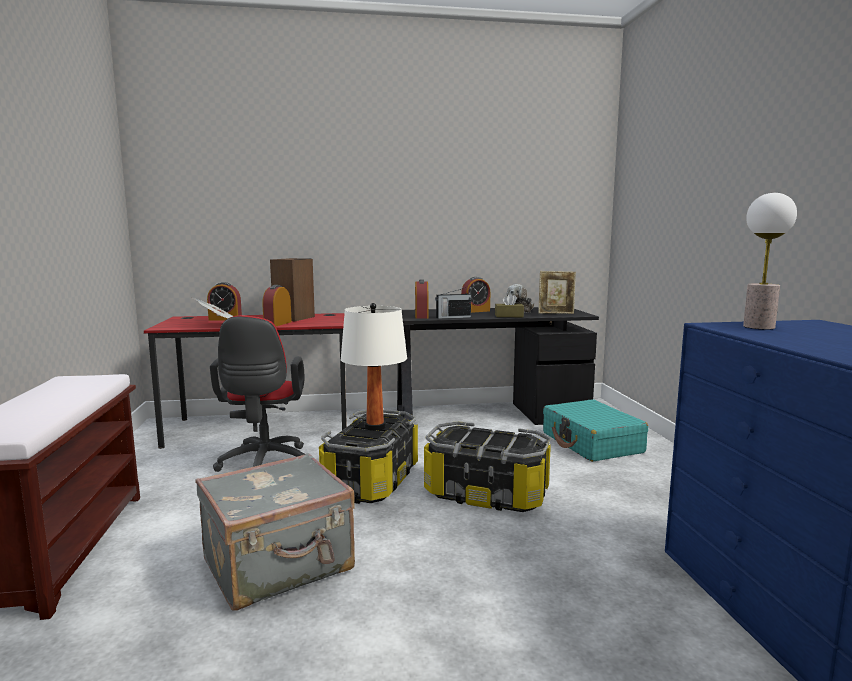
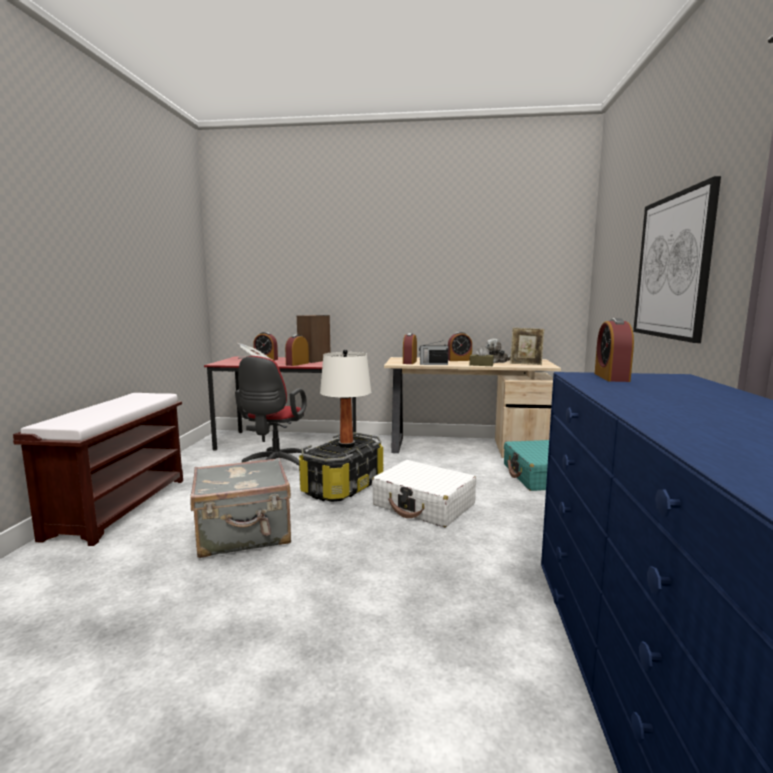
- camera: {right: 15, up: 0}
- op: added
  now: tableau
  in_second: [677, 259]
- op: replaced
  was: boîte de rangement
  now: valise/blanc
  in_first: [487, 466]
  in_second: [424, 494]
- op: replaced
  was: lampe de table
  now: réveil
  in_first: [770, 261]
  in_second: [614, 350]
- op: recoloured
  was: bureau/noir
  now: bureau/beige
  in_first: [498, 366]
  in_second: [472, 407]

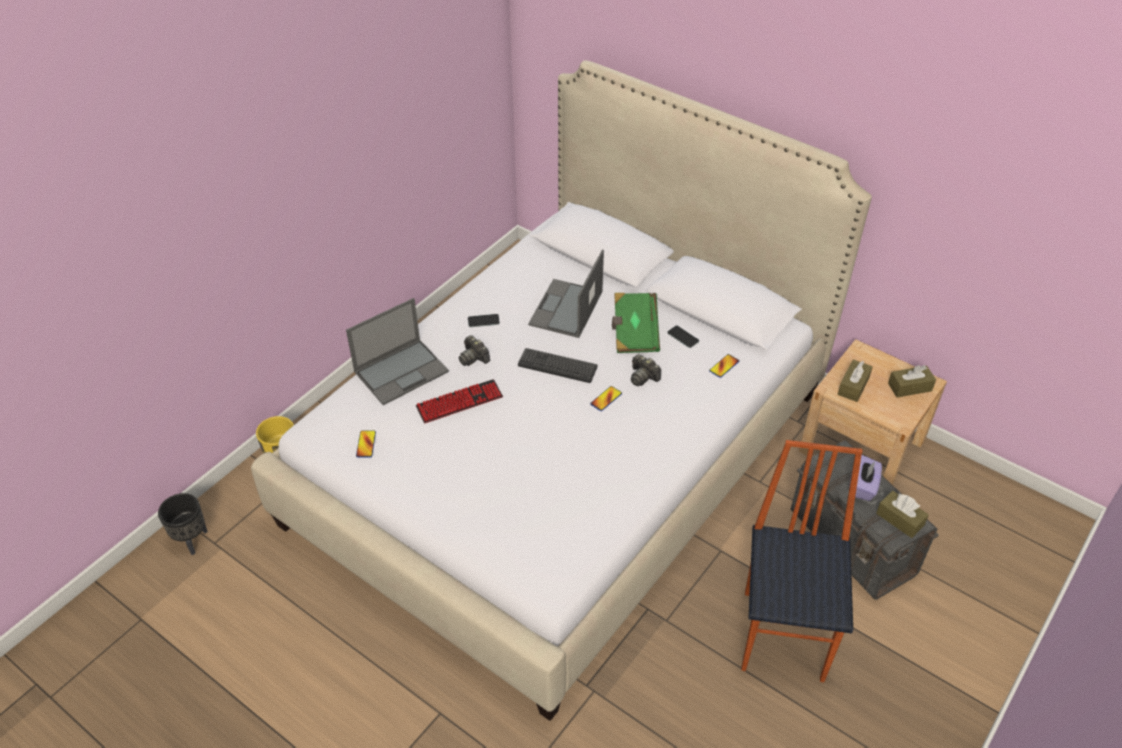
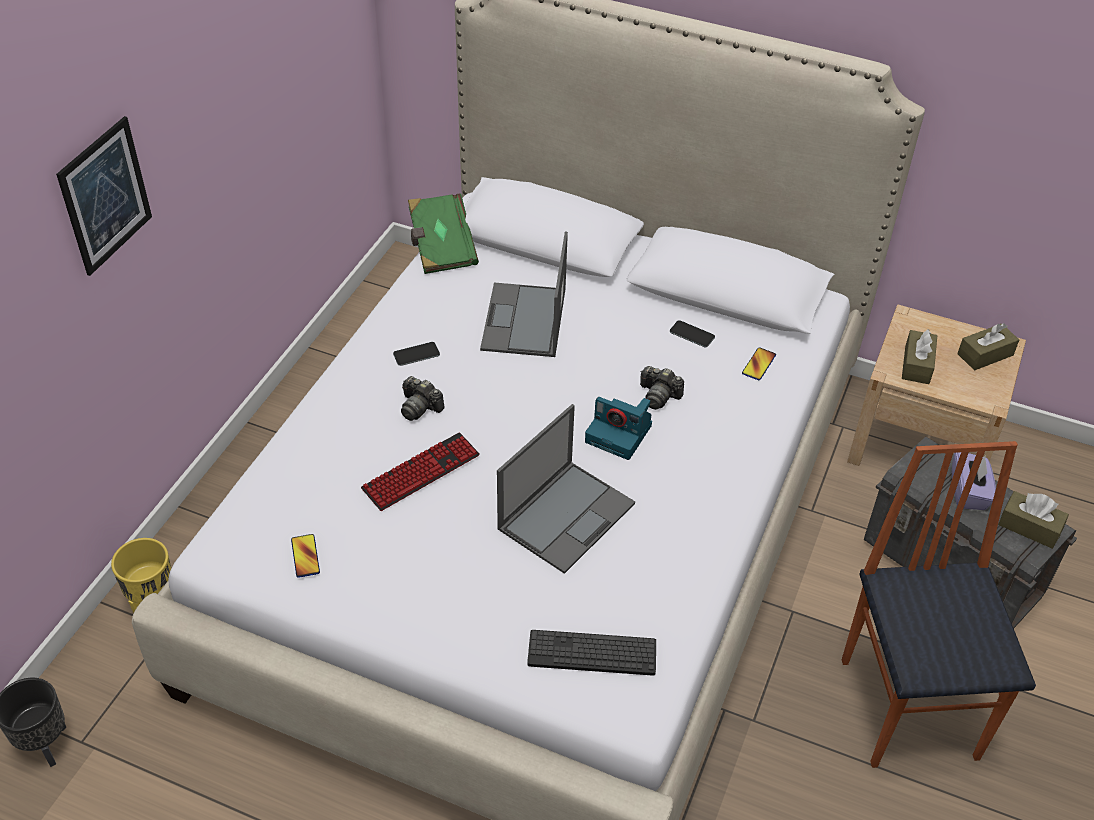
- camera: {right: -15, up: 0}
- op: added
  now: tableau
  in_second: [104, 196]
- op: moved
  was: ordinateur portable
  in_first: [397, 351]
  in_second: [566, 489]
- op: moved
  was: clavier
  in_first: [557, 365]
  in_second: [591, 653]
- op: moved
  was: livre/vert
  in_first: [636, 323]
  in_second: [443, 233]
- op: replaced
  was: téléphone
  now: appareil photo
  in_first: [606, 398]
  in_second: [618, 428]

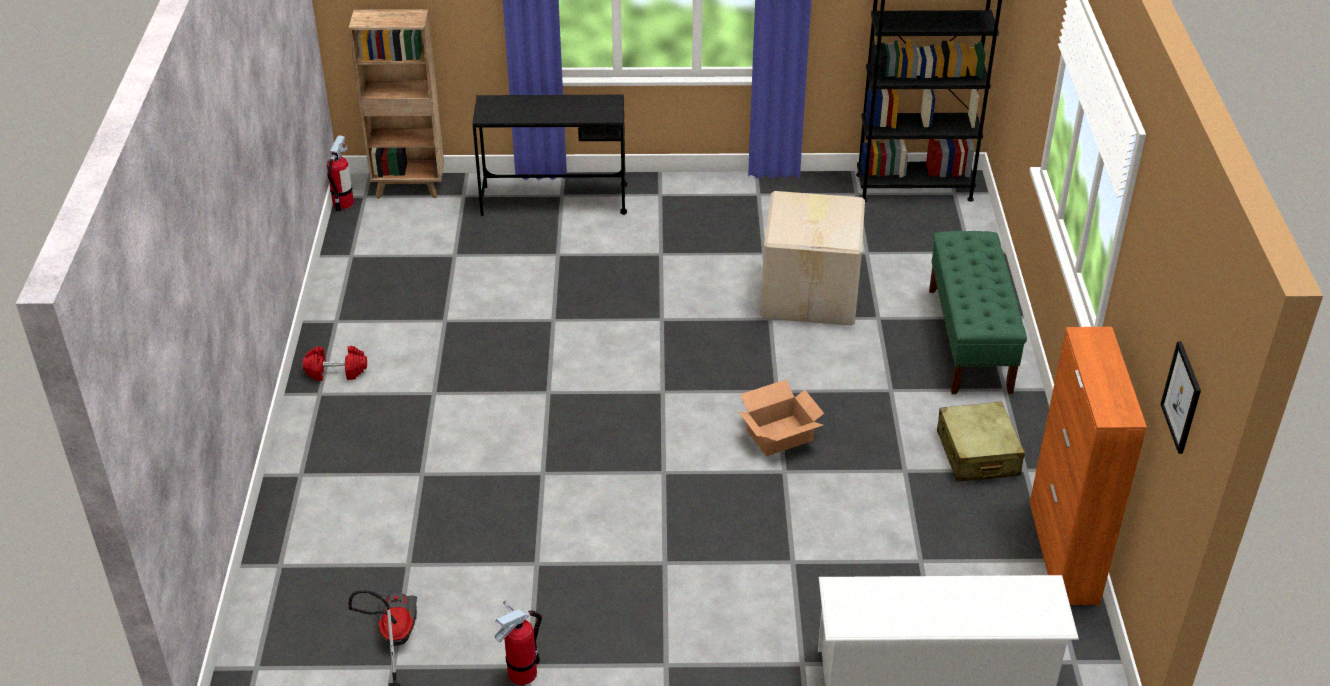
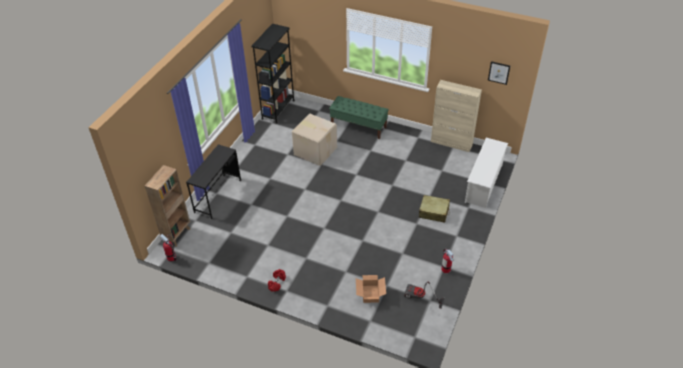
- camera: {right: -65, up: 5}
- op: moved
  was: carton
  in_first: [781, 418]
  in_second: [371, 289]
- op: moved
  was: valise/beige
  in_first: [981, 441]
  in_second: [434, 209]
- op: recoloured
  was: meuble de rangement/orange
  now: meuble de rangement/beige
  in_first: [1088, 466]
  in_second: [456, 116]

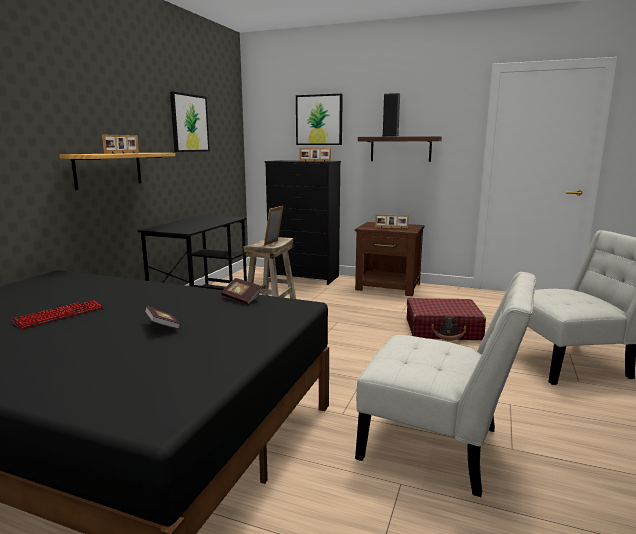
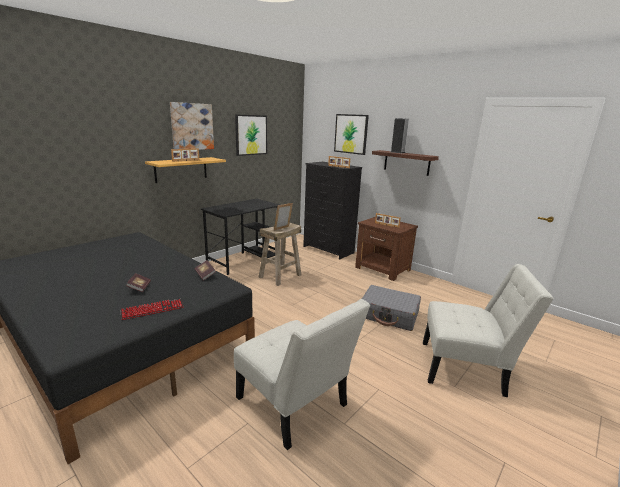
- camera: {right: 20, up: 5}
- op: added
  now: tableau
  in_second: [192, 126]
- op: moved
  was: clavier
  in_first: [58, 314]
  in_second: [152, 309]
- op: recoloured
  was: valise/rouge
  now: valise/gris
  in_first: [446, 319]
  in_second: [391, 308]

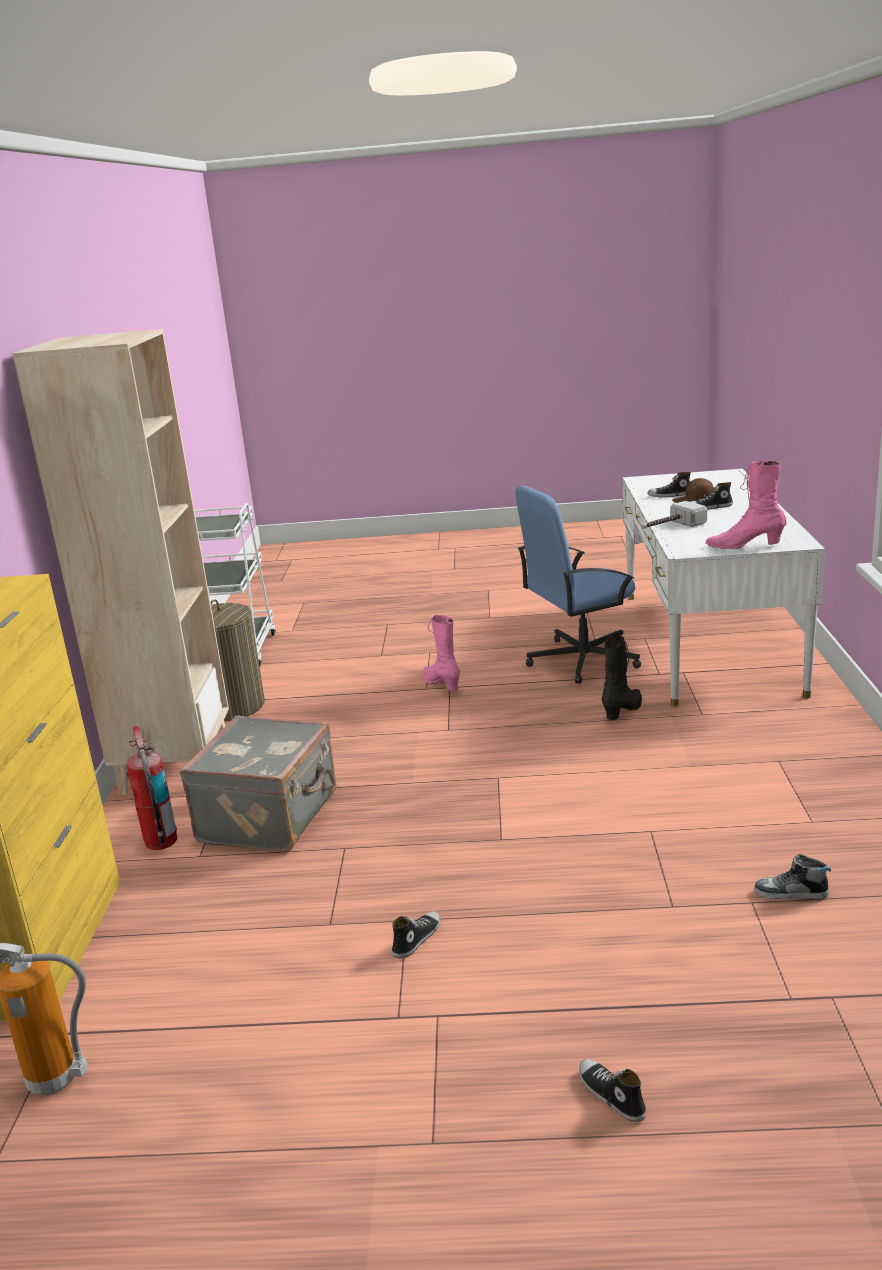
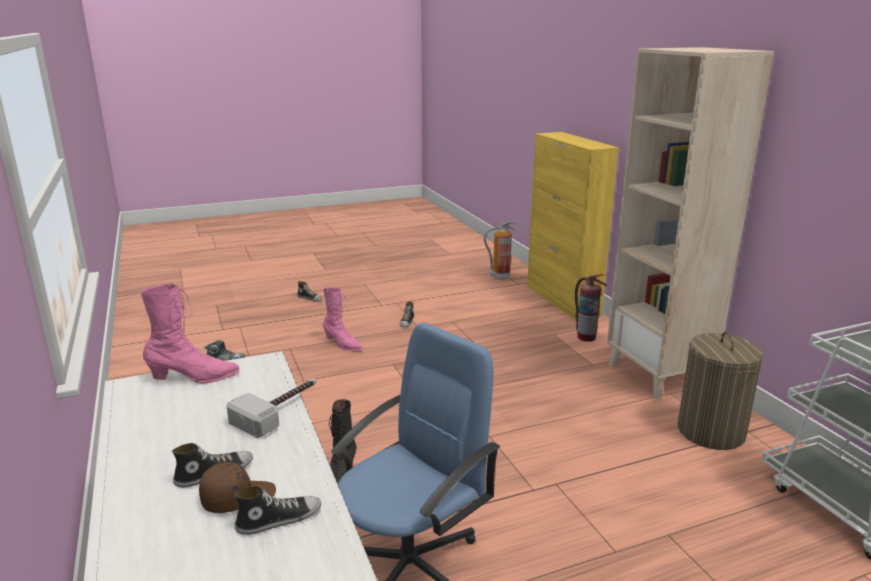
- camera: {right: 155, up: 0}
- op: removed
  was: valise/gris
  in_first: [257, 783]
- op: moved
  was: botte/rose
  in_first: [441, 653]
  in_second: [342, 319]

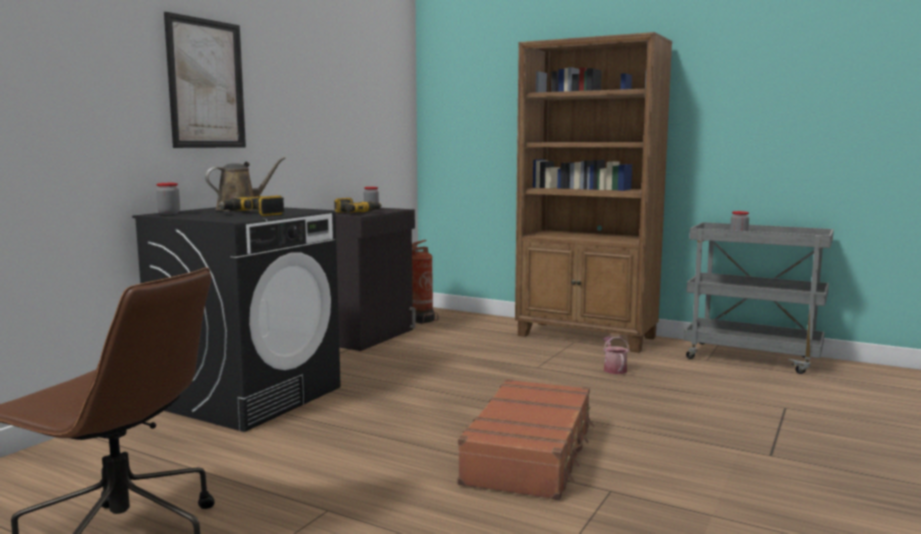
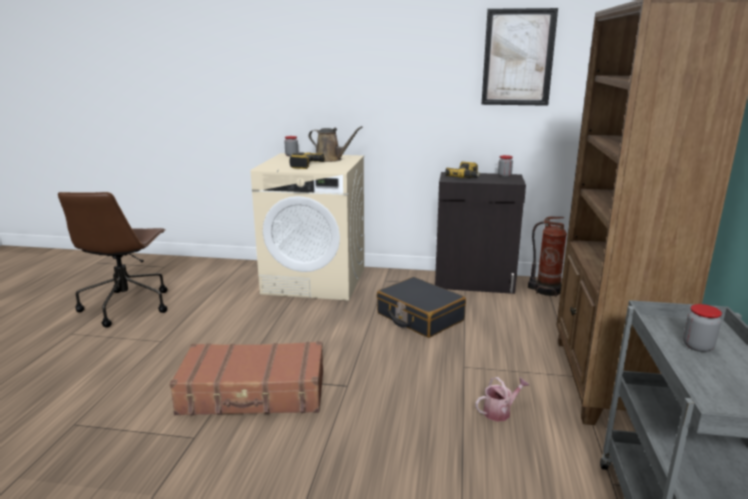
- camera: {right: 70, up: 10}
- op: added
  now: valise/noir
  in_second: [421, 307]
- op: moved
  was: tableau
  in_first: [205, 80]
  in_second: [520, 57]
- op: recoloured
  was: lave-linge/noir
  now: lave-linge/beige
  in_first: [236, 319]
  in_second: [307, 227]

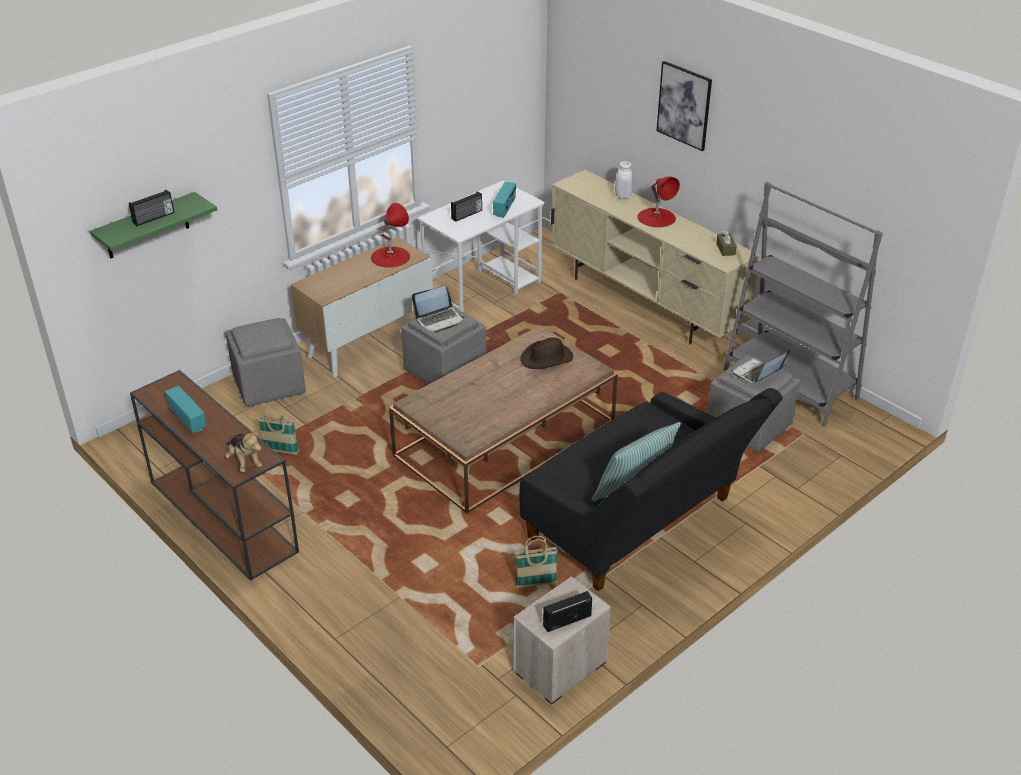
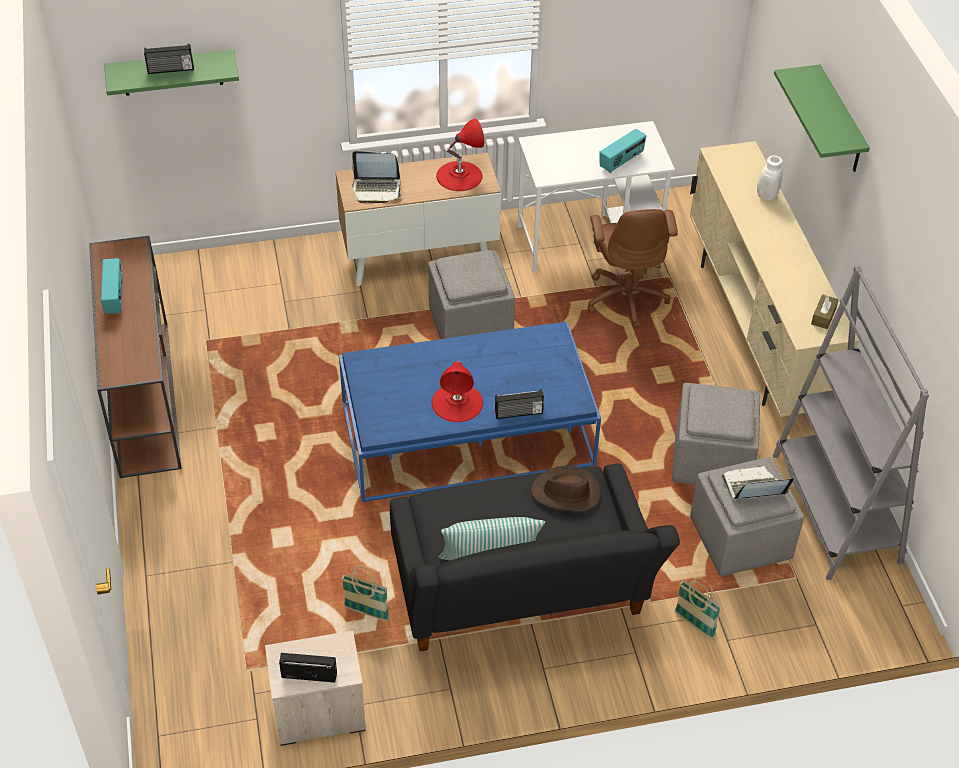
- camera: {right: 30, up: 10}
- op: removed
  was: peluche
  in_first: [243, 451]
- op: added
  now: chaise de bureau/marron
  in_second: [633, 268]
- op: moved
  was: pouf/gris
  in_first: [266, 362]
  in_second: [716, 434]
- op: moved
  was: panier
  in_first: [278, 429]
  in_second: [698, 608]
- op: moved
  was: ordinateur portable
  in_first: [438, 309]
  in_second: [377, 177]
- op: moved
  was: radio
  in_first: [466, 206]
  in_second: [519, 404]
- op: moved
  was: chapeau/marron
  in_first: [546, 353]
  in_second: [566, 489]
- op: moved
  was: lampe de table/rouge
  in_first: [658, 202]
  in_second: [457, 391]
- op: replaced
  was: tableau
  now: étagère/vert
  in_first: [684, 106]
  in_second: [822, 118]
- op: recoloured
  was: table basse/marron
  now: table basse/bleu
  in_first: [503, 419]
  in_second: [470, 412]

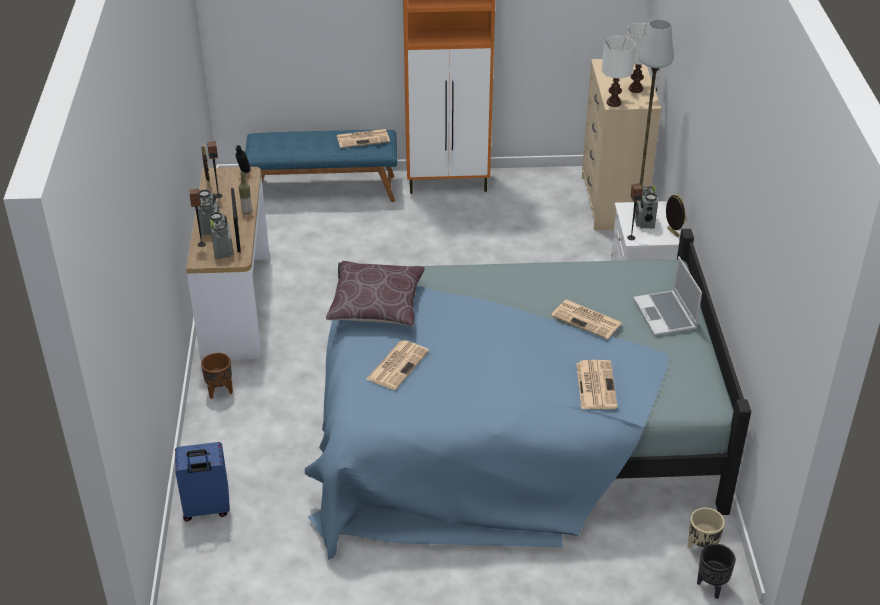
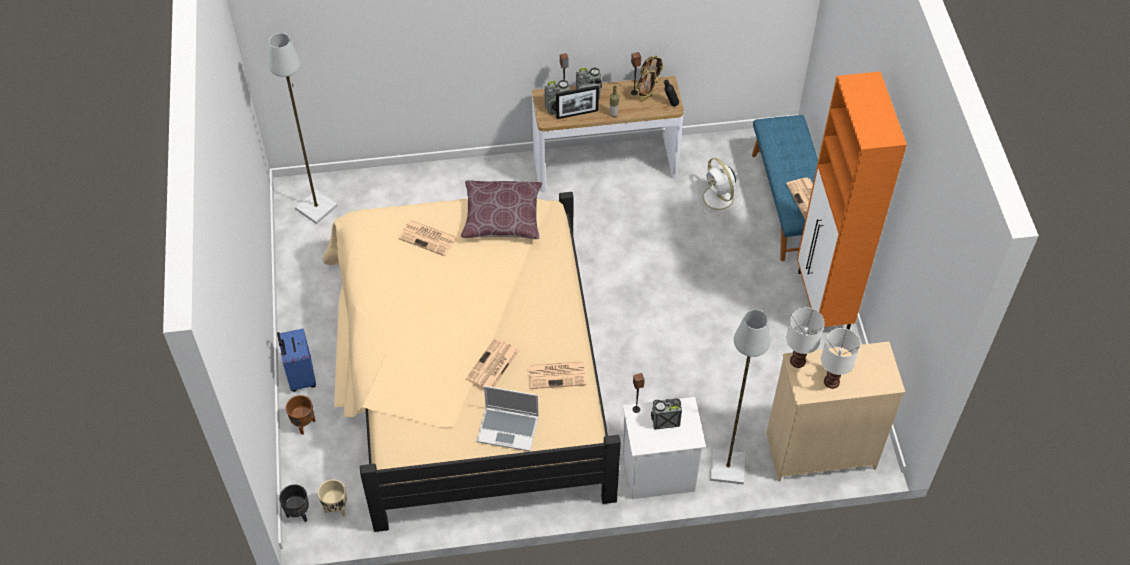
- camera: {right: 85, up: 15}
- op: added
  now: lampadaire/gris
  in_second: [303, 128]
- op: added
  now: ventilateur/blanc
  in_second: [719, 187]
- op: moved
  was: valise/bleu
  in_first: [202, 481]
  in_second: [296, 360]
- op: moved
  was: cache-pot/marron
  in_first: [217, 375]
  in_second: [300, 415]
- op: moved
  was: journal
  in_first: [597, 384]
  in_second: [557, 375]
- op: moved
  was: cadre photo
  in_first: [676, 215]
  in_second: [647, 86]
- op: recoloured
  was: lit/bleu
  now: lit/beige
  in_first: [528, 394]
  in_second: [472, 362]
- op: turned
  was: ordinateur portable
  in_first: [667, 296]
  in_second: [508, 418]
  clockwise: -150

